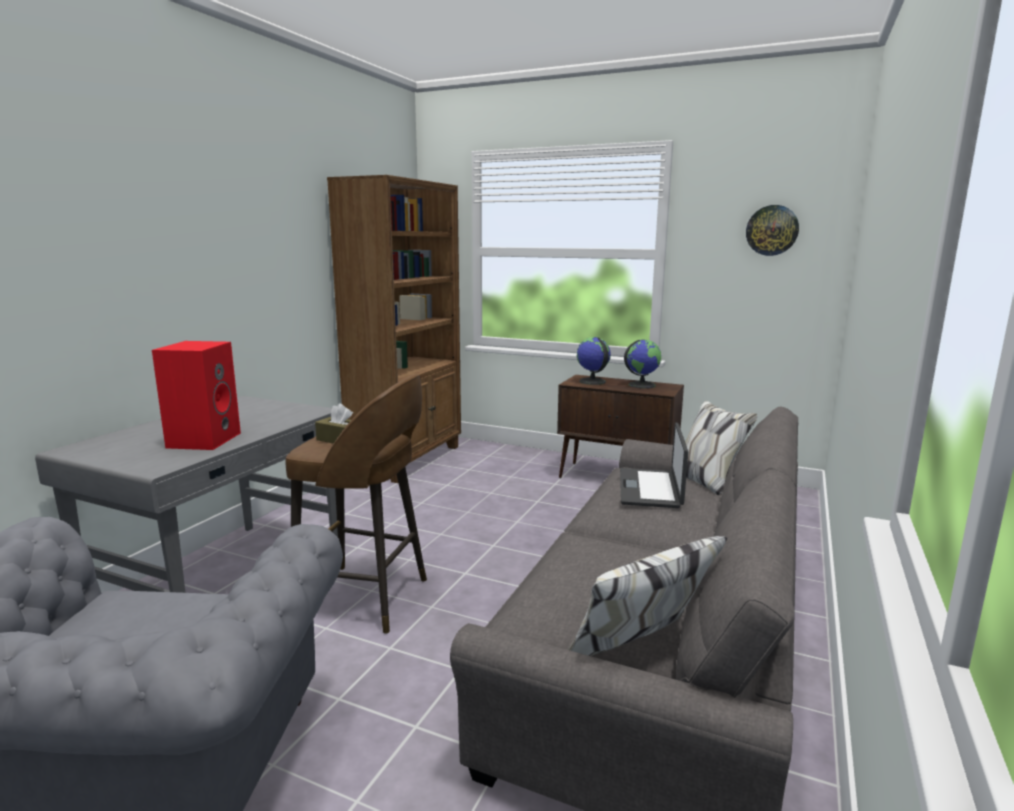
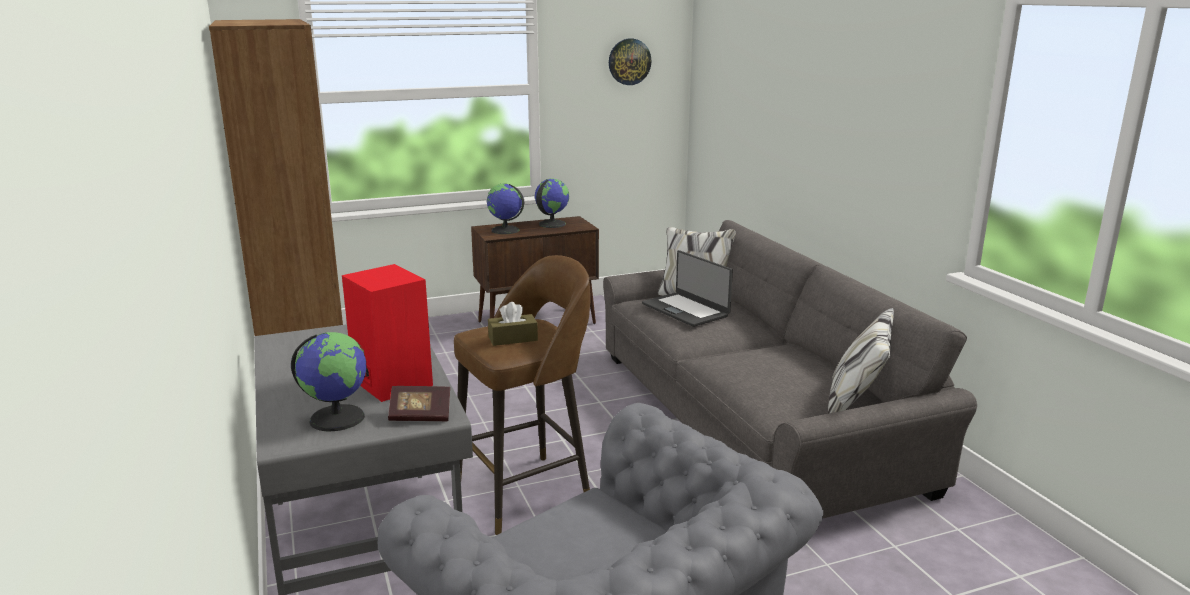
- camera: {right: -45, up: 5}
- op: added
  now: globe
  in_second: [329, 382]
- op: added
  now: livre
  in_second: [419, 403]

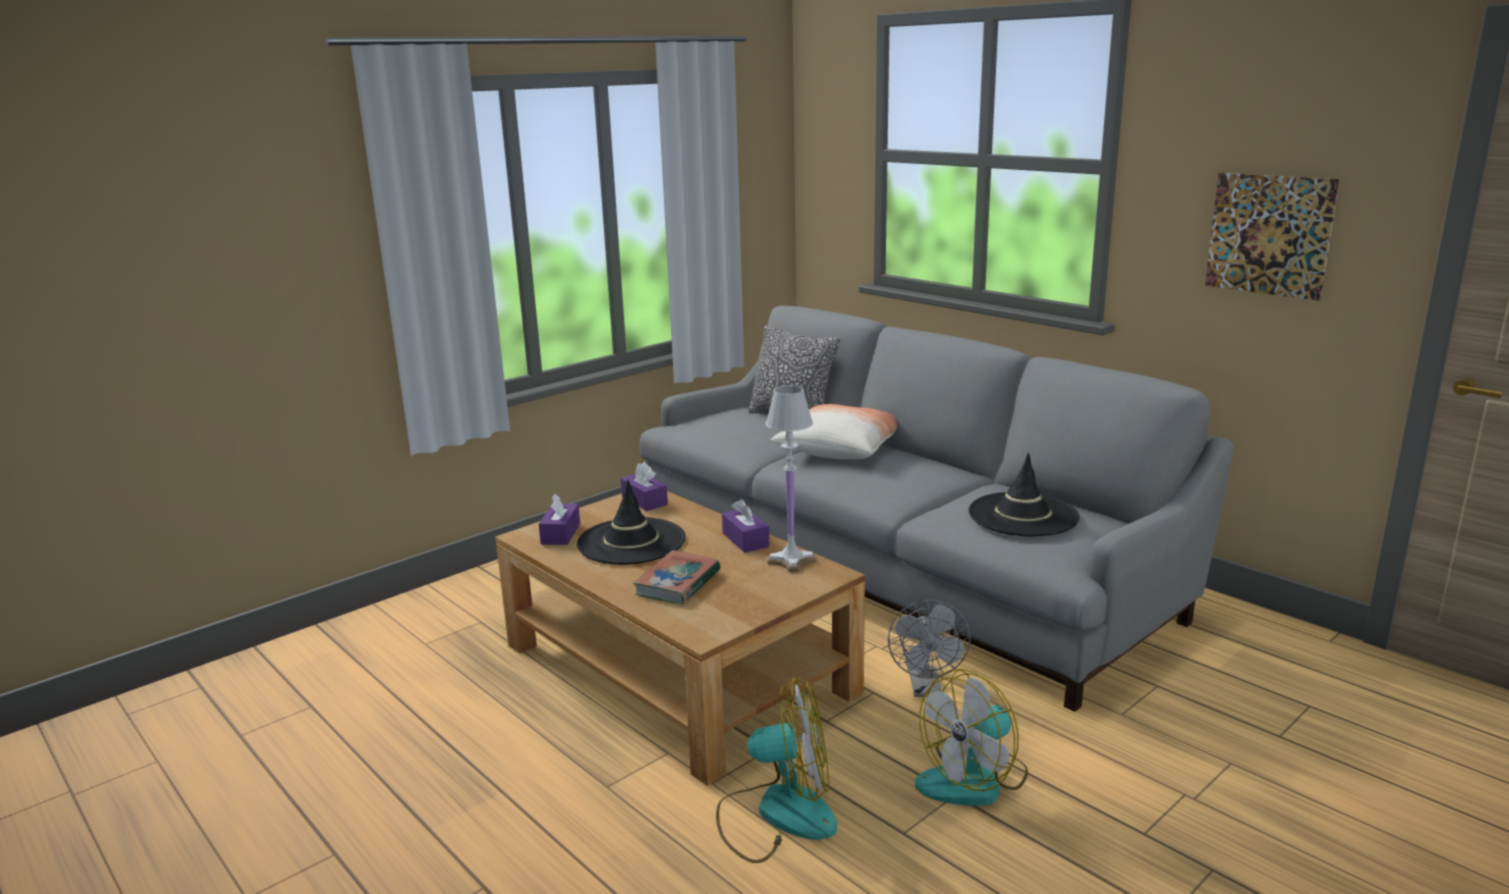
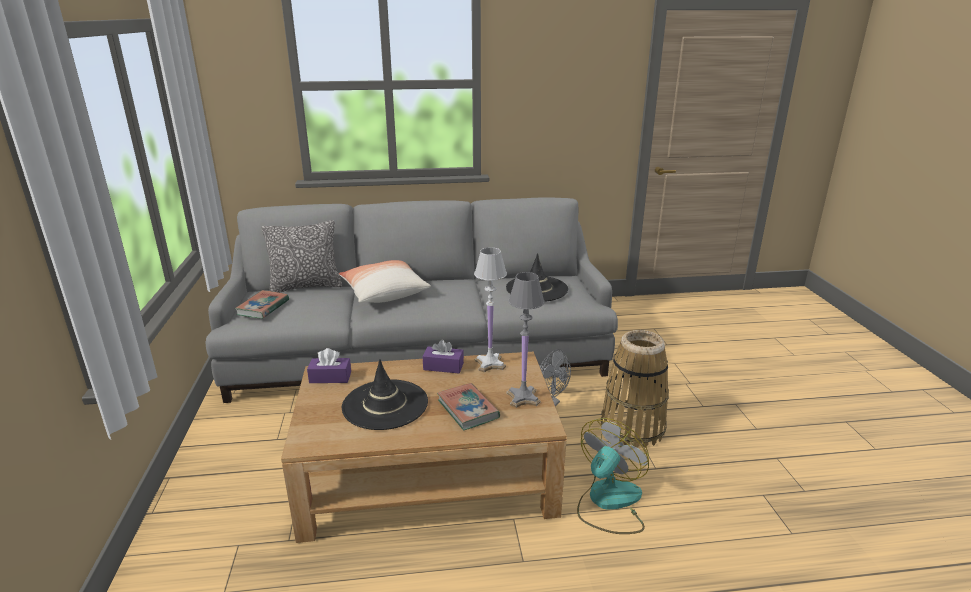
- camera: {right: -55, up: 5}
- op: removed
  was: boîte à mouchoirs/violet
  in_first: [559, 519]
- op: removed
  was: tableau
  in_first: [1272, 237]
- op: added
  now: livre
  in_second: [262, 304]
- op: added
  now: lampe de table/gris
  in_second: [525, 340]
- op: replaced
  was: ventilateur
  now: panier
  in_first: [971, 737]
  in_second: [635, 389]

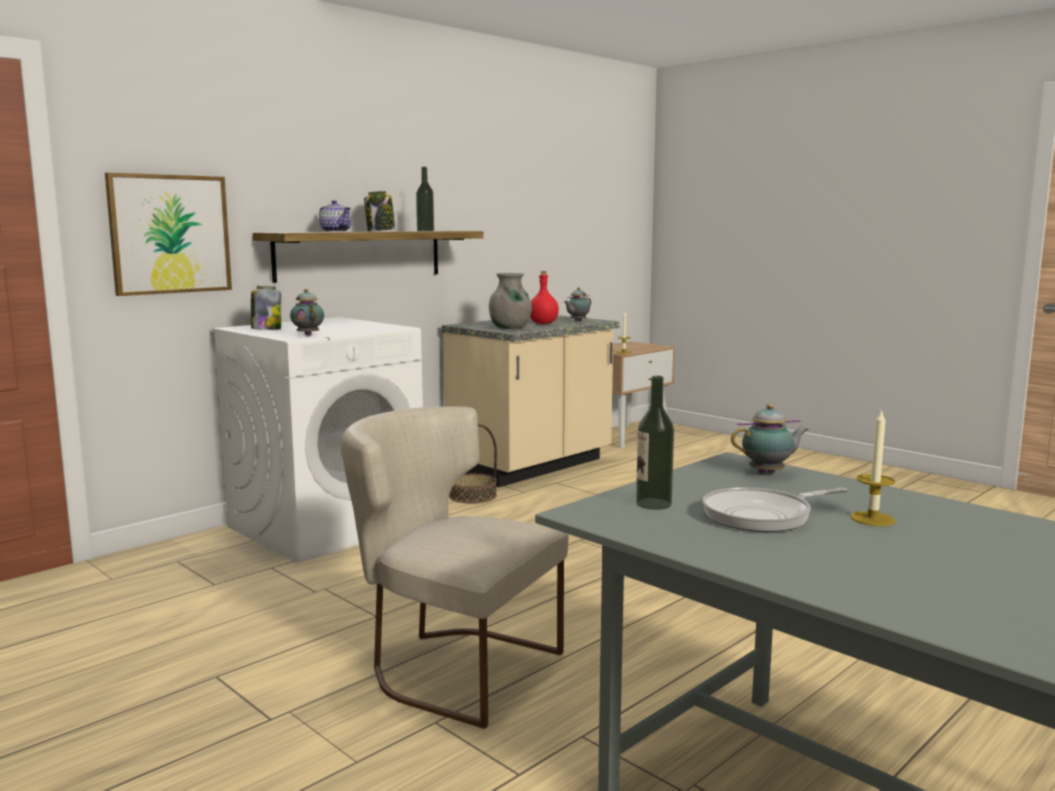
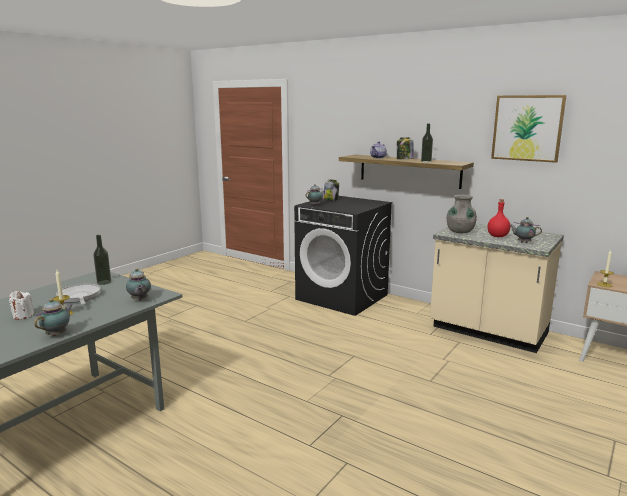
- camera: {right: 80, up: 5}
- op: removed
  was: chaise/beige
  in_first: [455, 568]
- op: removed
  was: panier
  in_first: [473, 463]
- op: added
  now: bougie/blanc
  in_second: [21, 305]
- op: added
  now: théière
  in_second: [53, 318]
- op: moved
  was: tableau
  in_first: [168, 234]
  in_second: [529, 129]
- op: recoloured
  was: lave-linge/blanc
  now: lave-linge/noir
  in_first: [317, 440]
  in_second: [343, 256]

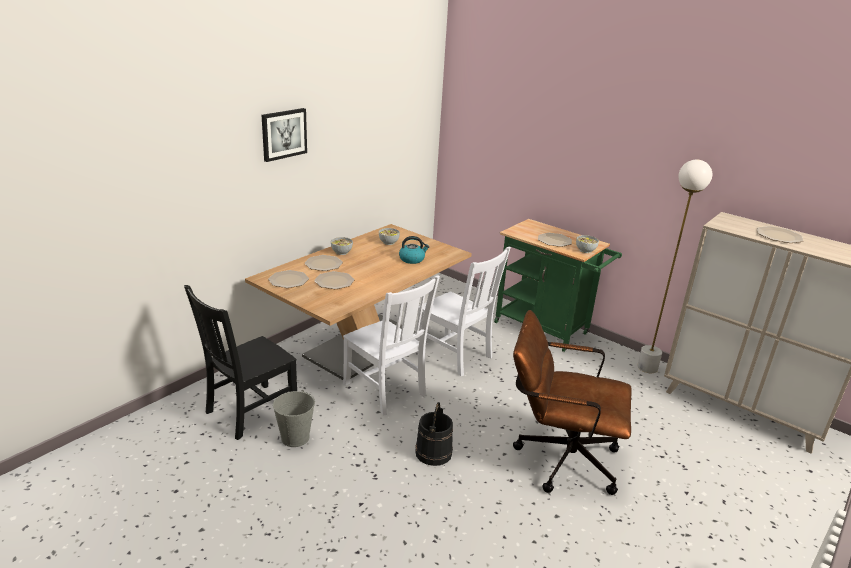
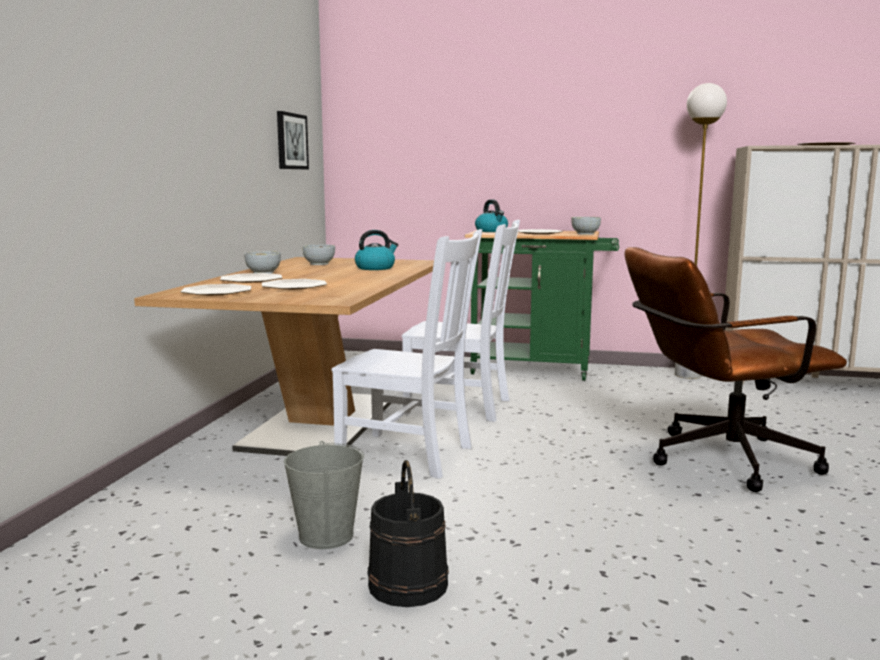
- camera: {right: -25, up: -15}
- op: removed
  was: chaise/noir
  in_first: [240, 362]
- op: added
  now: bouilloire
  in_second: [491, 215]
- op: moved
  was: tableau
  in_first: [284, 135]
  in_second: [293, 140]
- op: moved
  was: seau/noir
  in_first: [434, 434]
  in_second: [408, 533]

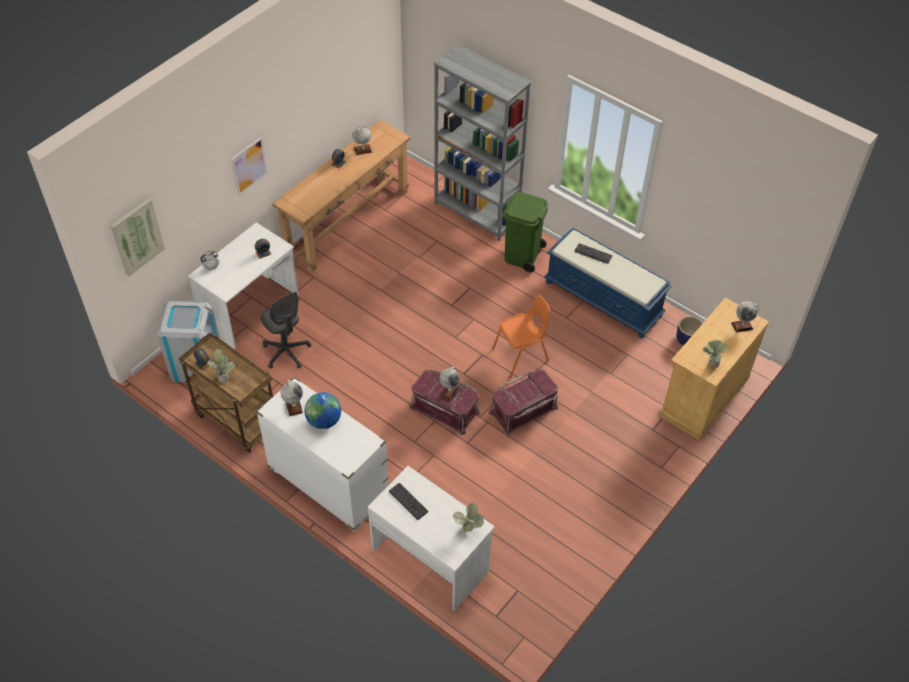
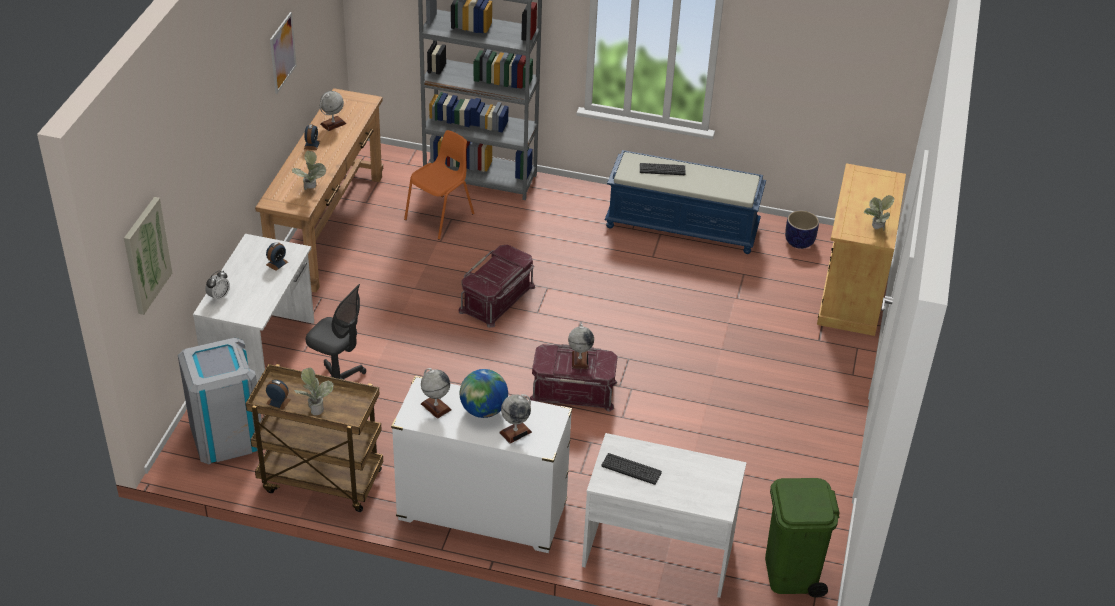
- camera: {right: -25, up: -10}
- op: moved
  was: tableau
  in_first: [249, 166]
  in_second: [283, 53]
- op: moved
  was: plante en pot
  in_first: [468, 518]
  in_second: [309, 170]
- op: moved
  was: boîte de rangement/rouge
  in_first: [523, 402]
  in_second: [496, 286]
- op: moved
  was: chaise/orange
  in_first: [521, 336]
  in_second: [439, 185]
- op: moved
  was: poubelle/vert
  in_first: [525, 232]
  in_second: [802, 538]
- op: moved
  was: globe
  in_first: [745, 316]
  in_second: [515, 419]

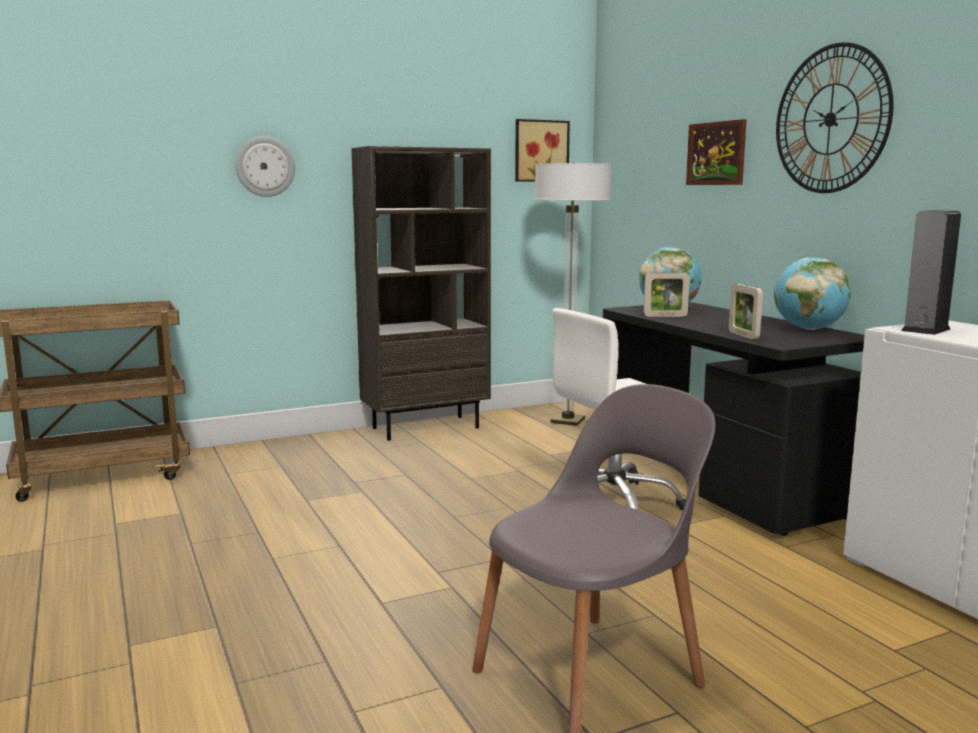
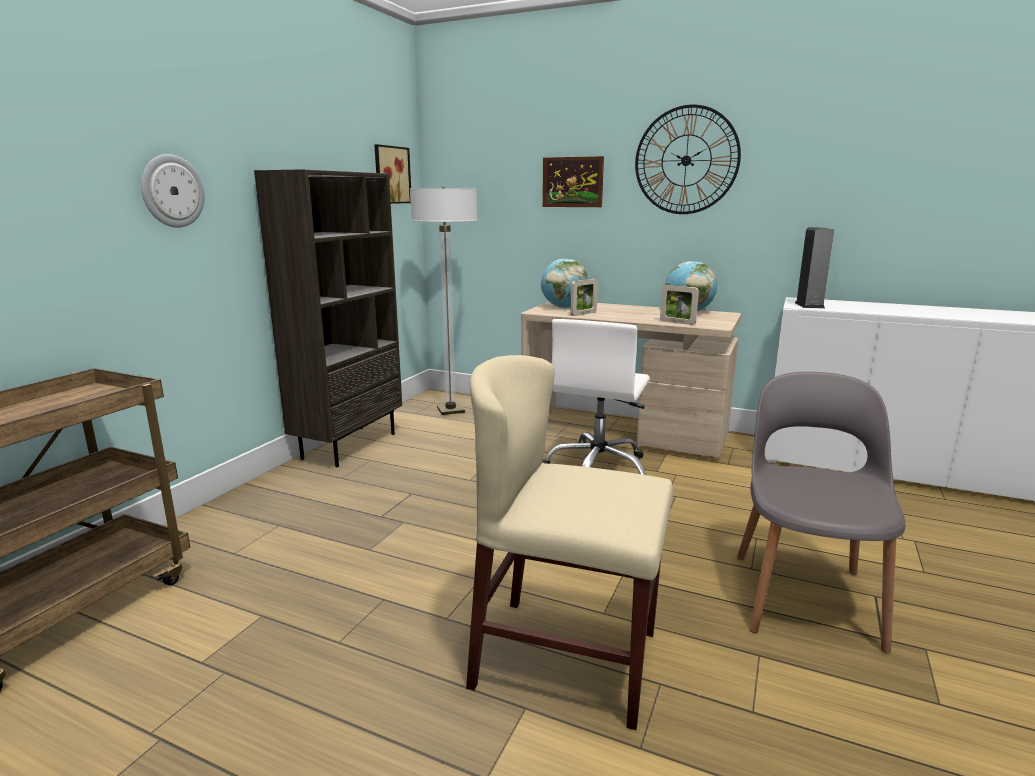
- camera: {right: -40, up: 5}
- op: added
  now: chaise/beige
  in_second: [569, 542]
- op: recoloured
  was: bureau/noir
  now: bureau/beige
  in_first: [734, 418]
  in_second: [631, 380]

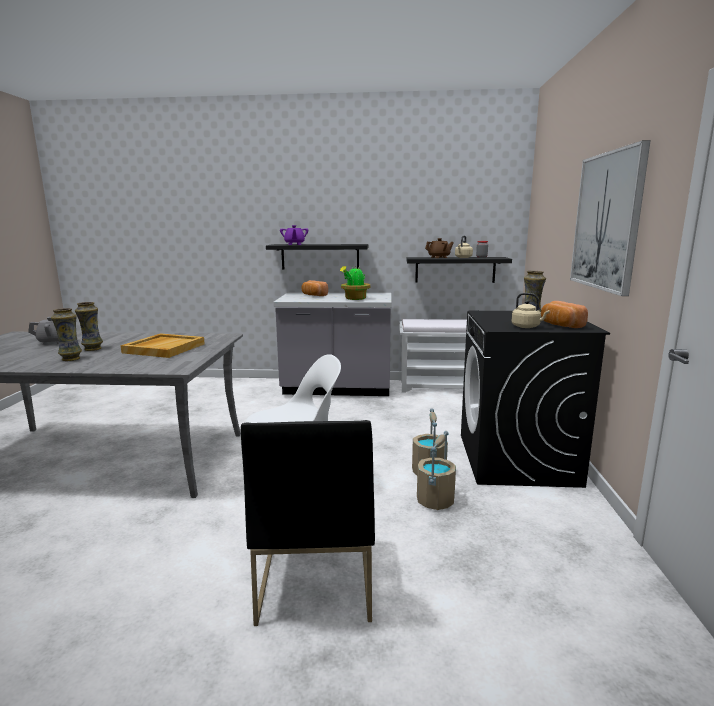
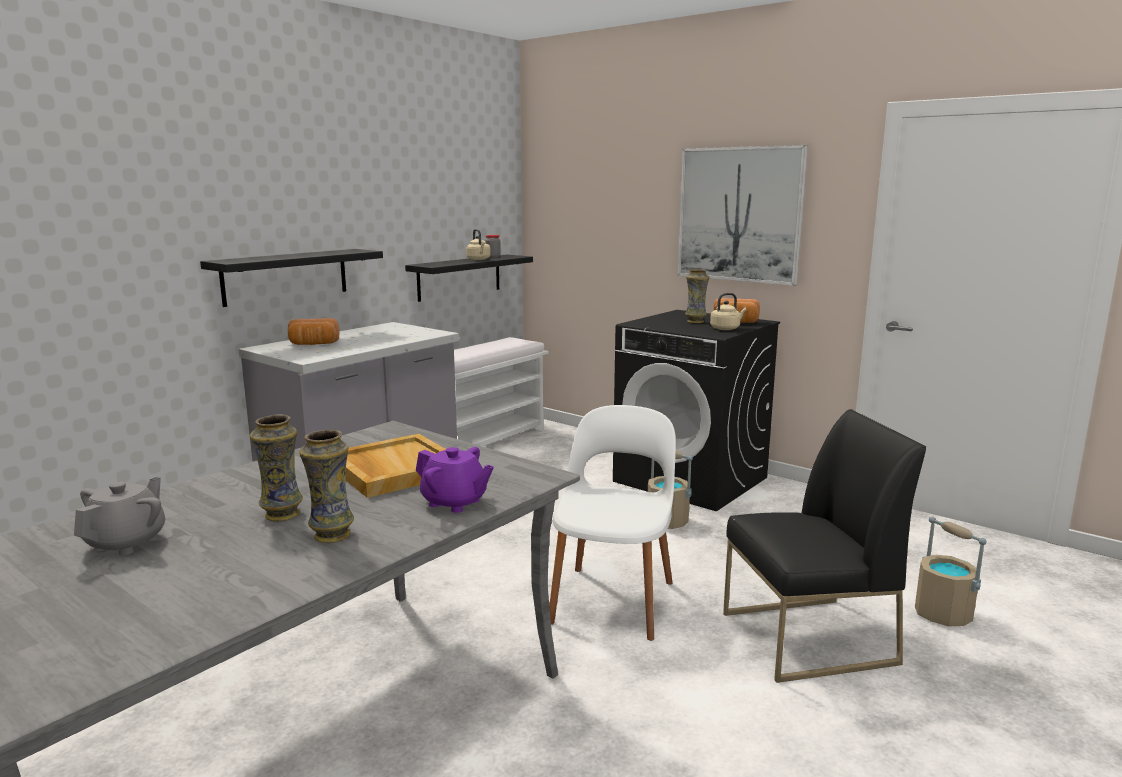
- camera: {right: -55, up: 0}
- op: removed
  was: plante en pot
  in_first: [355, 282]
- op: removed
  was: théière/marron
  in_first: [439, 248]
- op: moved
  was: théière/violet
  in_first: [294, 235]
  in_second: [455, 480]
- op: moved
  was: seau/beige
  in_first: [436, 470]
  in_second: [951, 571]
- op: turned
  was: chaise/noir
  in_first: [308, 523]
  in_second: [824, 546]
  clockwise: -45

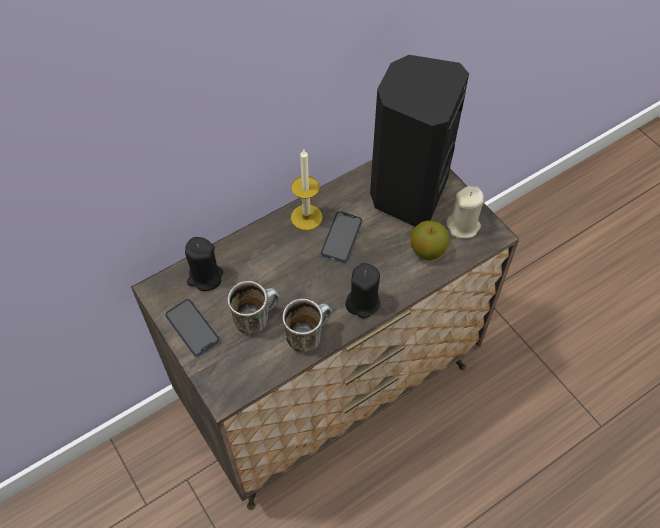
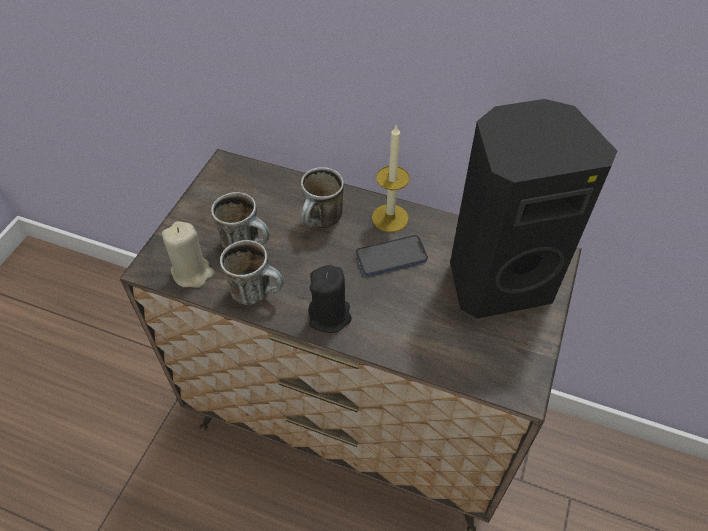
- camera: {right: 55, up: -5}
- op: removed
  was: téléphone
  in_first: [192, 328]
- op: removed
  was: bougie/noir
  in_first: [204, 264]
- op: removed
  was: pomme
  in_first: [430, 240]
- op: added
  now: mug
  in_second: [322, 197]
- op: moved
  was: bougie/beige
  in_first: [465, 212]
  in_second: [188, 254]

